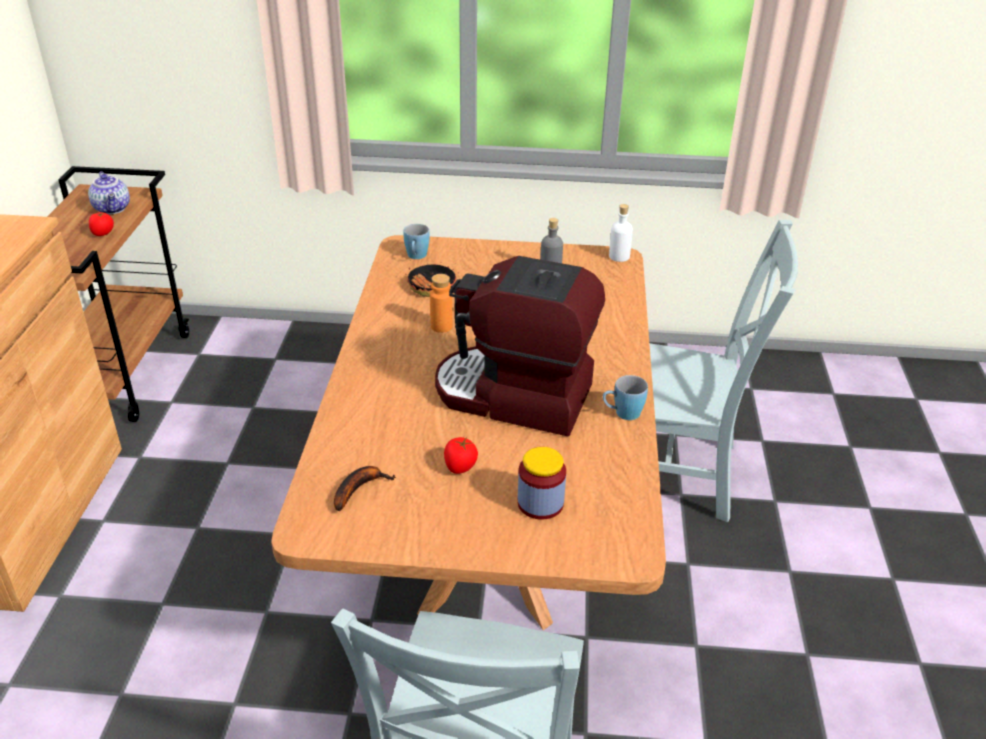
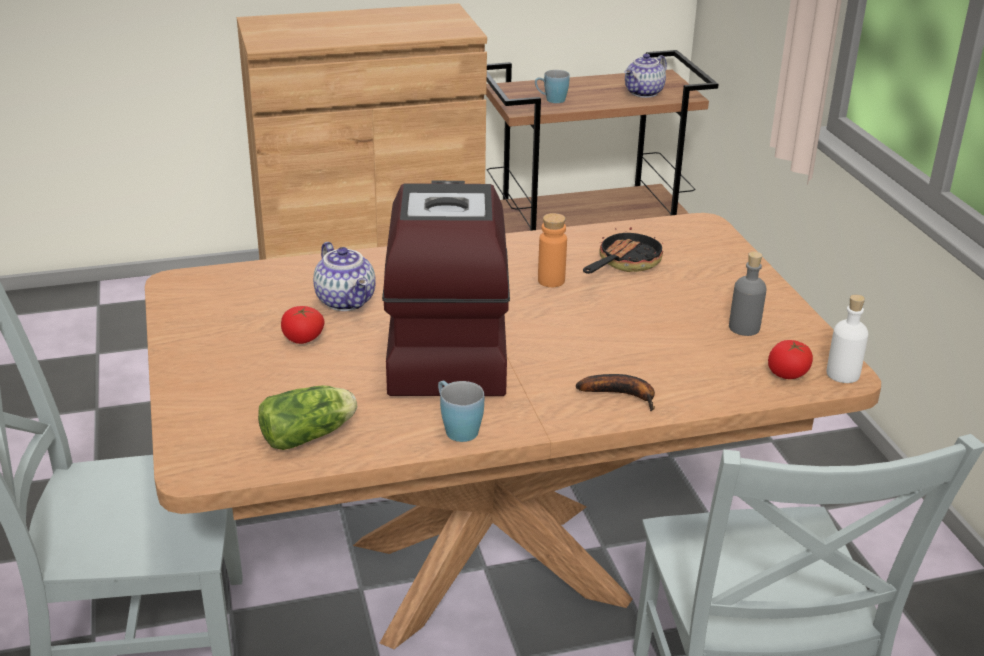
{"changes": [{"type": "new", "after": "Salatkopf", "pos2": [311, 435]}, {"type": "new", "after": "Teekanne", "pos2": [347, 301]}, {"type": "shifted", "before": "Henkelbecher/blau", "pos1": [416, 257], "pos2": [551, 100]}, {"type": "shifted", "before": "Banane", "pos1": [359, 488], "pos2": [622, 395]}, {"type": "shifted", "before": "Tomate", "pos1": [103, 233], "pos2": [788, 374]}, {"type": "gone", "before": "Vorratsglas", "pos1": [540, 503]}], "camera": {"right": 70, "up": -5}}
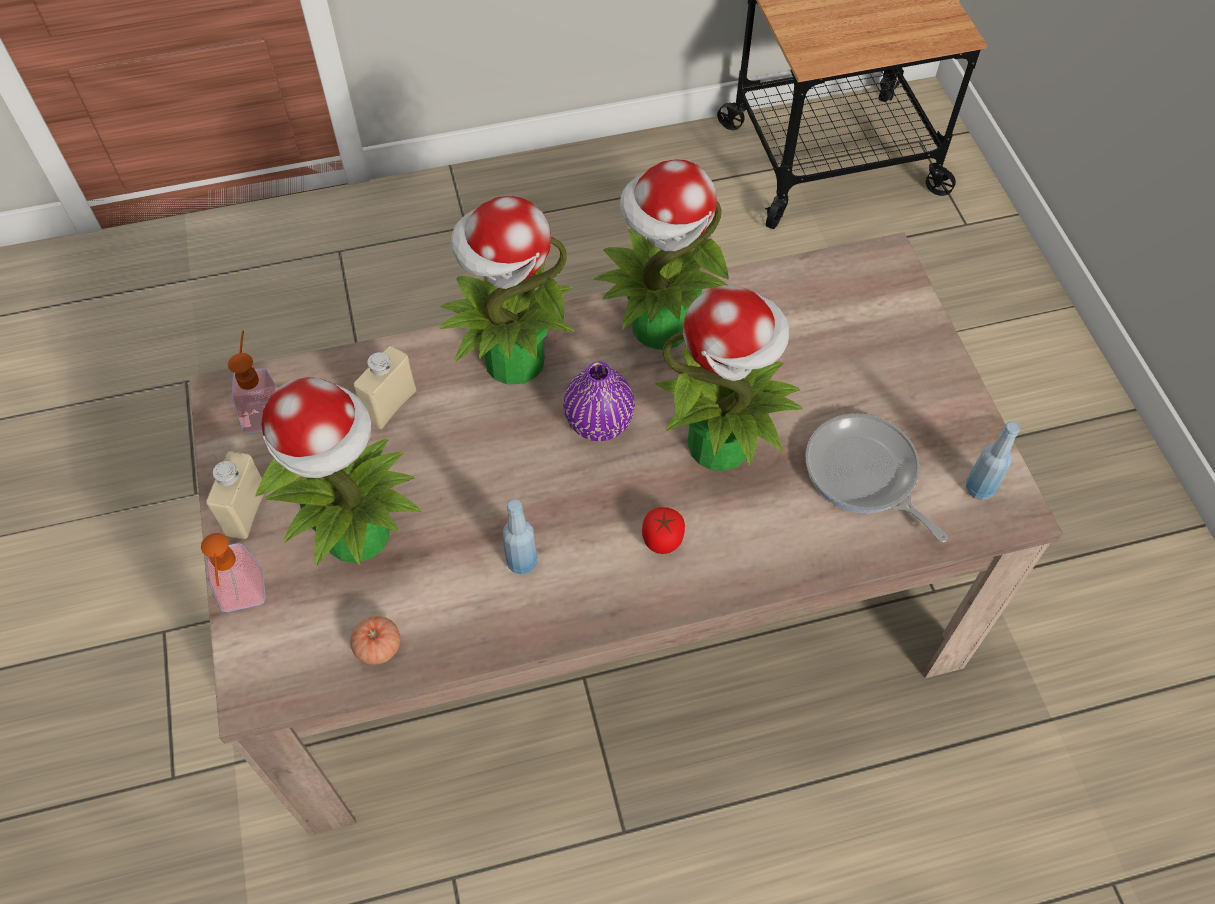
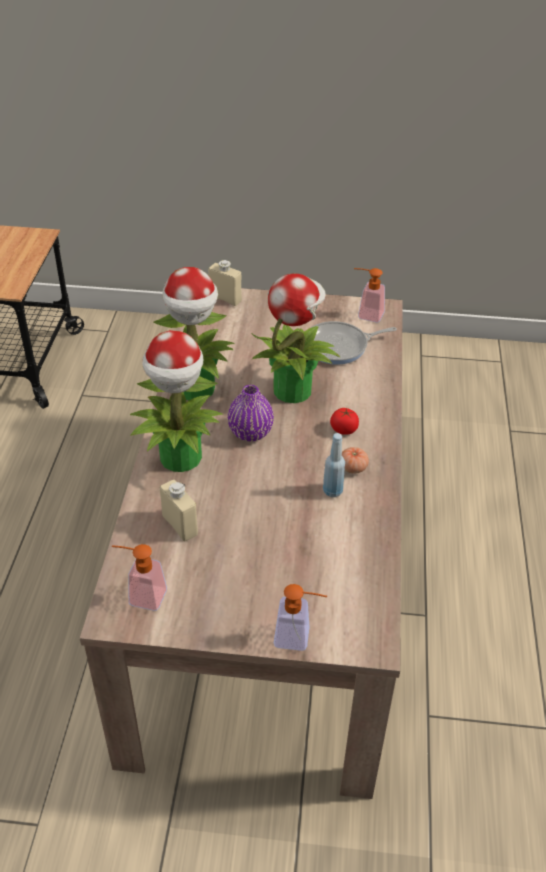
{"changes": [{"type": "shifted", "before": "Flasche/beige", "pos1": [246, 511], "pos2": [225, 298]}, {"type": "shifted", "before": "Tomate", "pos1": [378, 647], "pos2": [353, 467]}, {"type": "swapped", "before": "Flasche/blau", "after": "Seifenspender", "pos1": [979, 488], "pos2": [366, 314]}, {"type": "gone", "before": "Topfpflanze", "pos1": [360, 534]}], "camera": {"right": -70, "up": -15}}
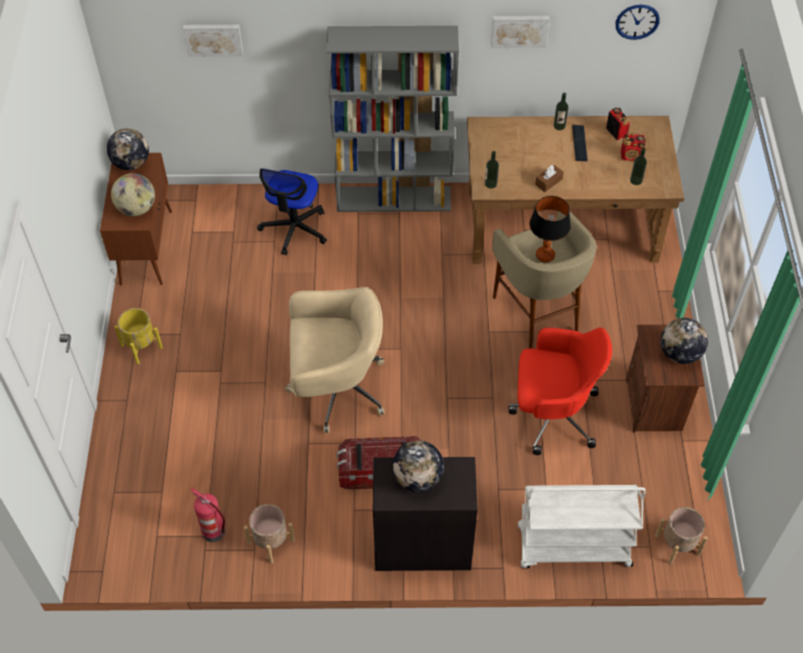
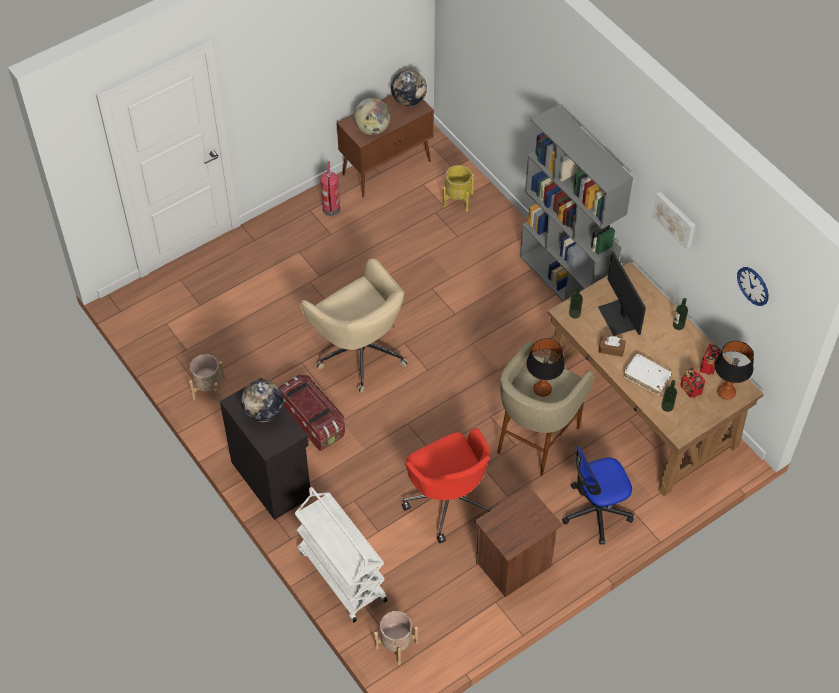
{"changes": [{"type": "shifted", "before": "Feuerlöscher", "pos1": [214, 531], "pos2": [331, 210]}, {"type": "shifted", "before": "Pflanzkübel/gelb", "pos1": [141, 346], "pos2": [458, 199]}, {"type": "shifted", "before": "Bürostuhl", "pos1": [294, 229], "pos2": [596, 511]}, {"type": "new", "after": "Monitor", "pos2": [617, 317]}, {"type": "new", "after": "Buch/weiß", "pos2": [646, 377]}, {"type": "new", "after": "Tischlampe", "pos2": [726, 393]}, {"type": "gone", "before": "Bild", "pos1": [213, 38]}, {"type": "gone", "before": "Tastatur", "pos1": [579, 143]}, {"type": "gone", "before": "Globus", "pos1": [679, 353]}], "camera": {"right": 55, "up": 0}}
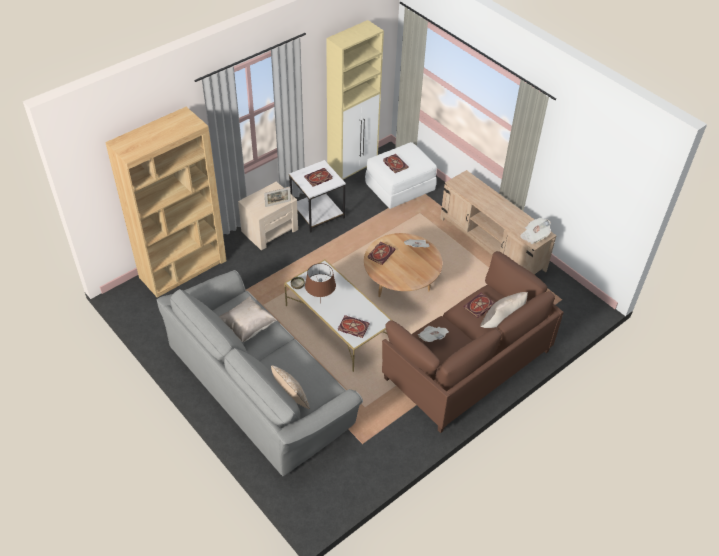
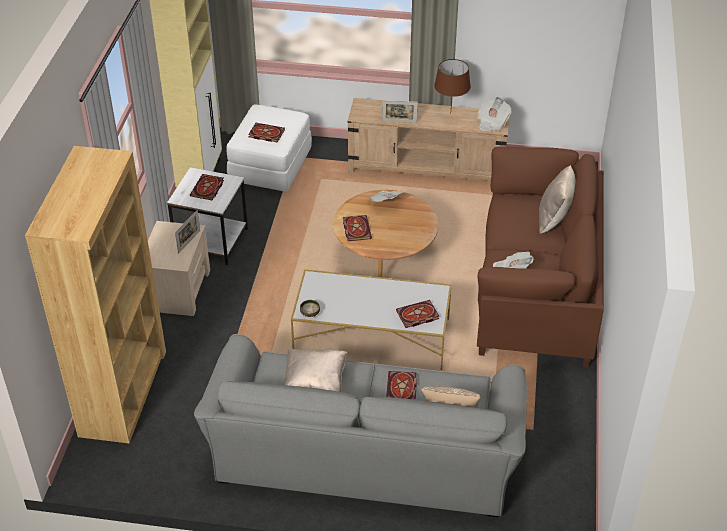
{"changes": [{"type": "new", "after": "Bilderrahmen", "pos2": [399, 122]}, {"type": "shifted", "before": "Buch", "pos1": [479, 306], "pos2": [402, 390]}, {"type": "shifted", "before": "Tischlampe/braun", "pos1": [320, 303], "pos2": [450, 113]}], "camera": {"right": -40, "up": -5}}
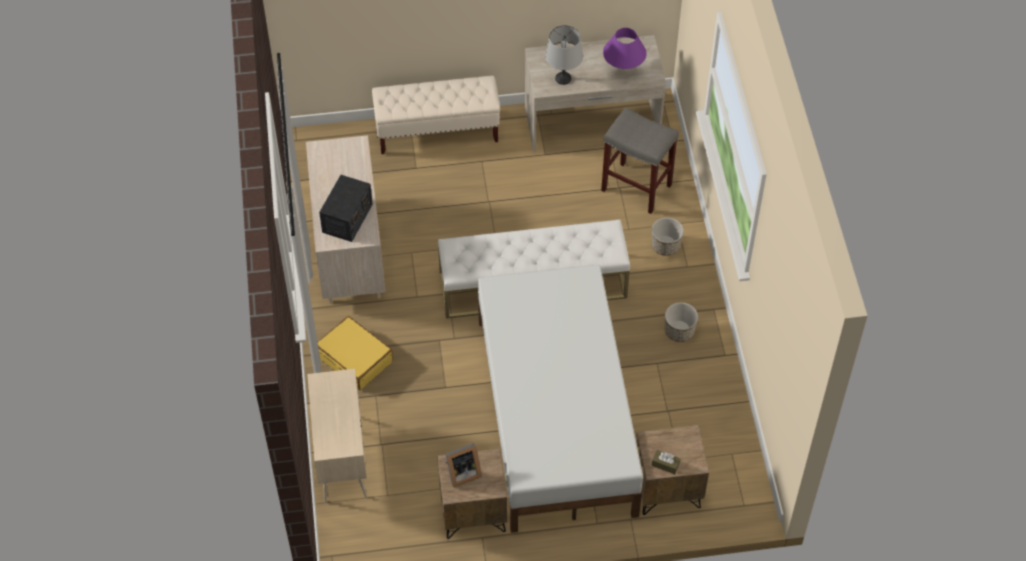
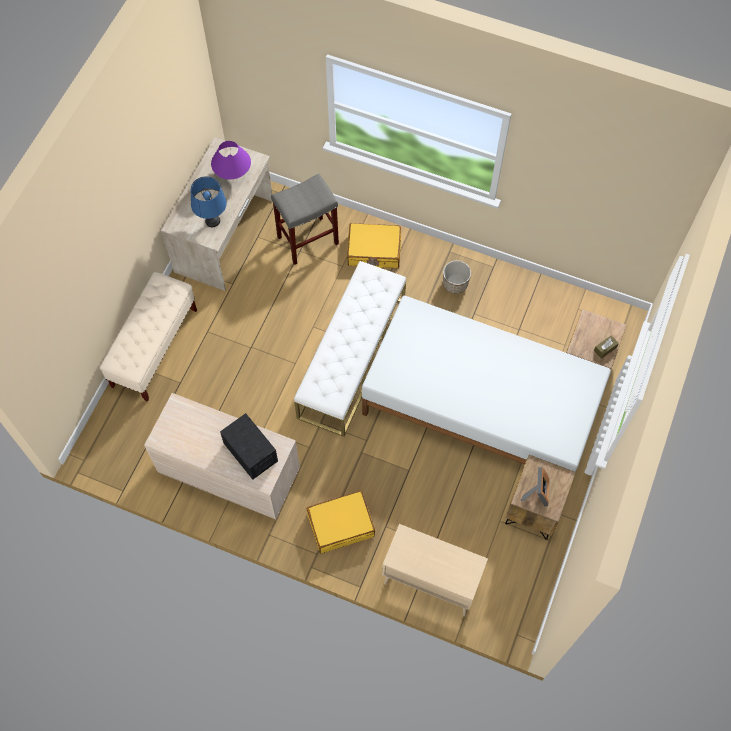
{"changes": [{"type": "repainted", "before": "Tischlampe/grau", "after": "Tischlampe/blau", "pos1": [563, 78], "pos2": [212, 221]}, {"type": "swapped", "before": "Pflanzkübel", "after": "Koffer/gelb", "pos1": [665, 246], "pos2": [374, 251]}], "camera": {"right": -60, "up": 10}}
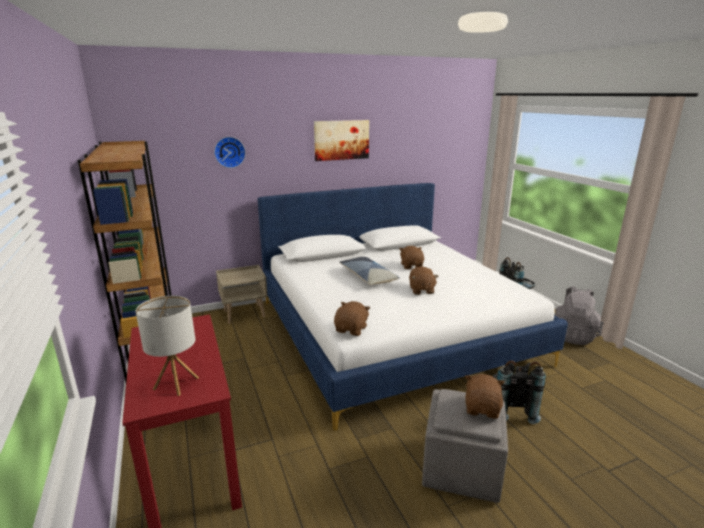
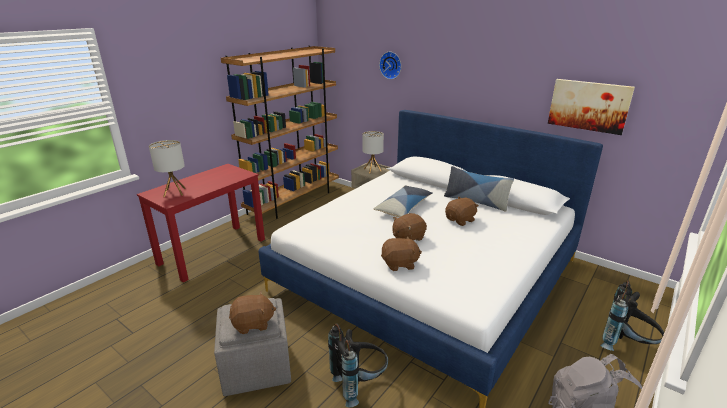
{"changes": [{"type": "new", "after": "Tischlampe", "pos2": [372, 170]}, {"type": "shifted", "before": "Plüschtier/braun", "pos1": [351, 329], "pos2": [400, 264]}, {"type": "new", "after": "Kissen", "pos2": [475, 201]}, {"type": "shifted", "before": "Bild", "pos1": [341, 140], "pos2": [588, 105]}], "camera": {"right": 60, "up": 5}}
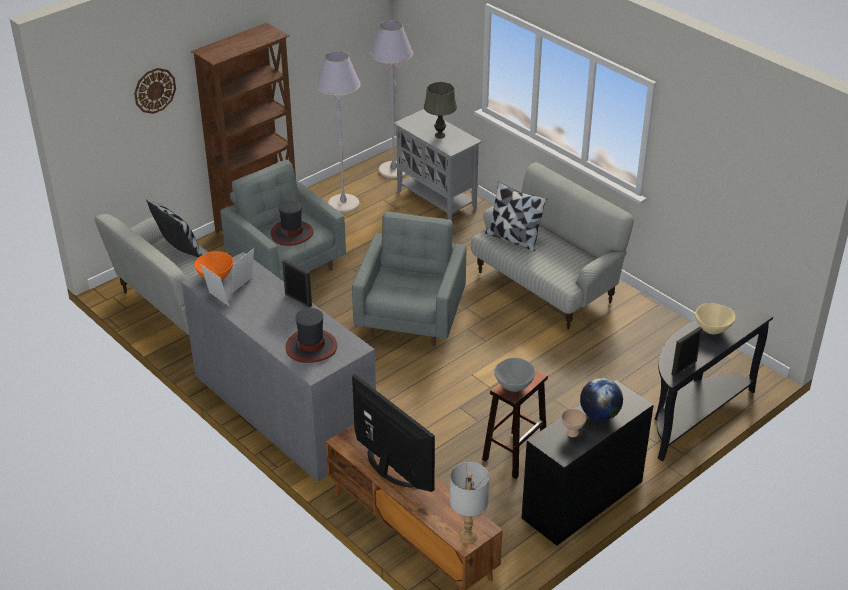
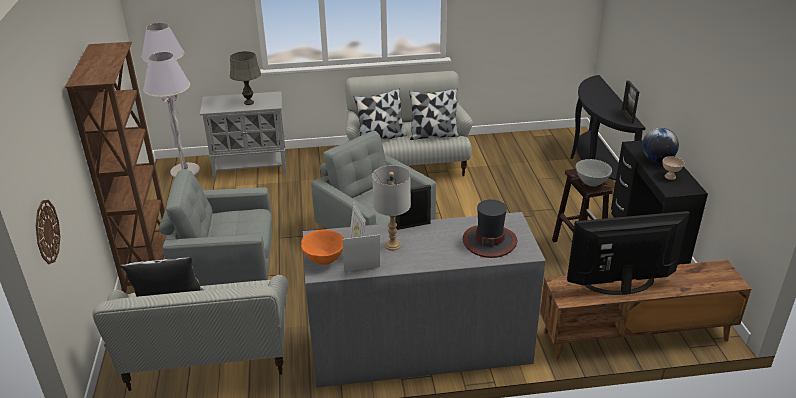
{"changes": [{"type": "shifted", "before": "Wanduhr", "pos1": [154, 90], "pos2": [46, 231]}, {"type": "shifted", "before": "Tischlampe/grau", "pos1": [467, 536], "pos2": [393, 245]}, {"type": "new", "after": "Kissen", "pos2": [433, 135]}, {"type": "gone", "before": "Hut", "pos1": [292, 233]}, {"type": "gone", "before": "Schüssel/beige", "pos1": [712, 329]}], "camera": {"right": -55, "up": -5}}
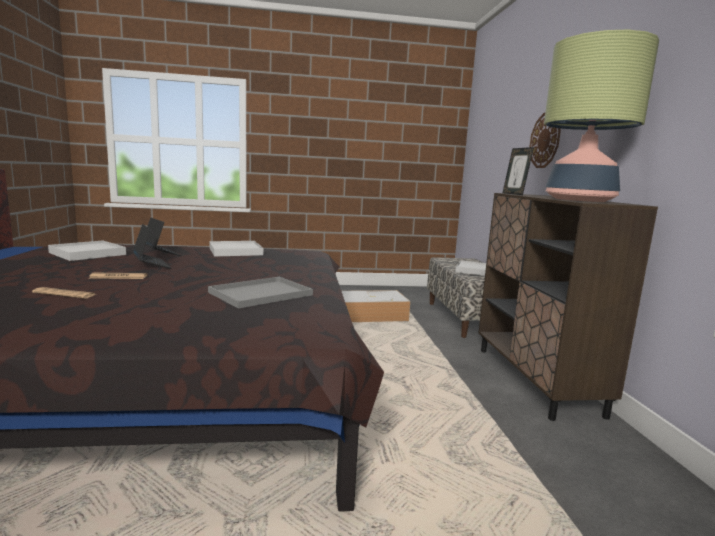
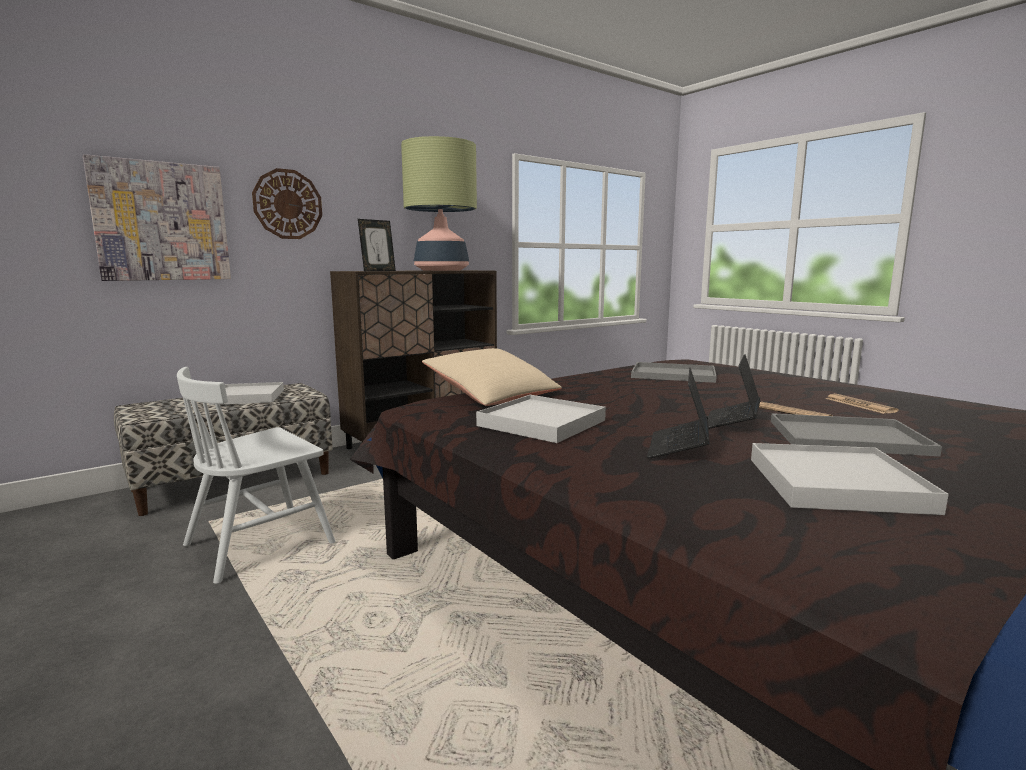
{"changes": [{"type": "new", "after": "Bild", "pos2": [161, 222]}, {"type": "swapped", "before": "Aufbewahrungsbox", "after": "Stuhl/weiß", "pos1": [371, 315], "pos2": [260, 543]}, {"type": "new", "after": "Kissen/beige", "pos2": [492, 395]}, {"type": "new", "after": "Tablett/grau", "pos2": [844, 437]}], "camera": {"right": -120, "up": 0}}
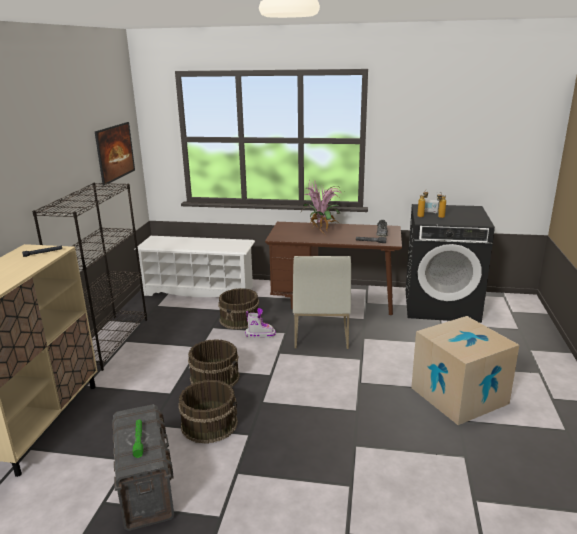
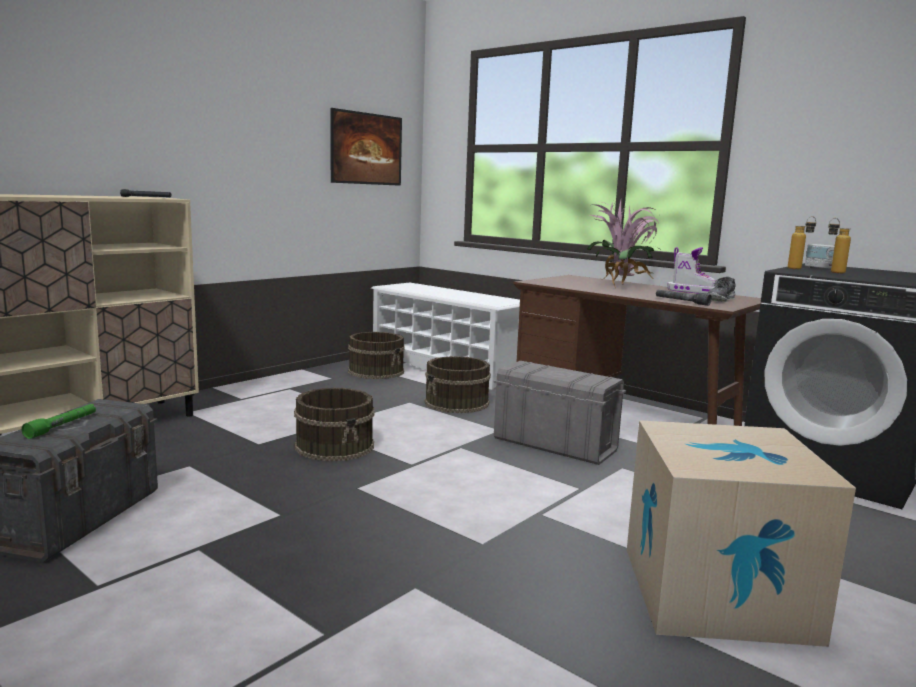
{"changes": [{"type": "shifted", "before": "Eimer/braun", "pos1": [209, 424], "pos2": [376, 371]}, {"type": "swapped", "before": "Stuhl/weiß", "after": "Aufbewahrungsbox/grau", "pos1": [320, 333], "pos2": [554, 444]}, {"type": "shifted", "before": "Stiefel", "pos1": [260, 334], "pos2": [692, 291]}, {"type": "gone", "before": "Bücherregal/schwarz", "pos1": [109, 341]}], "camera": {"right": 30, "up": -10}}
